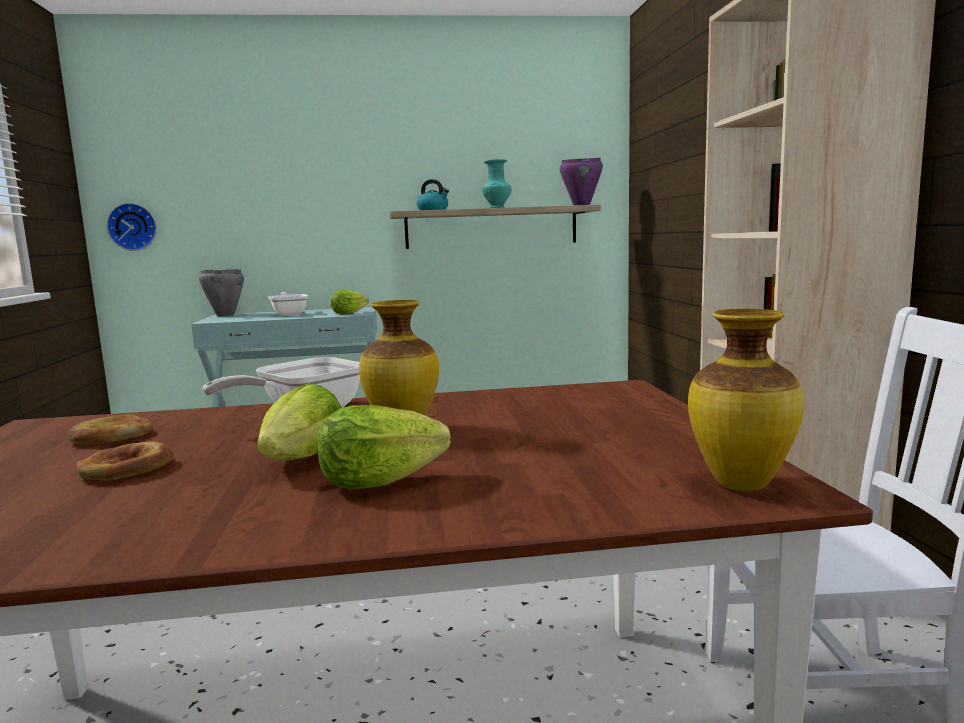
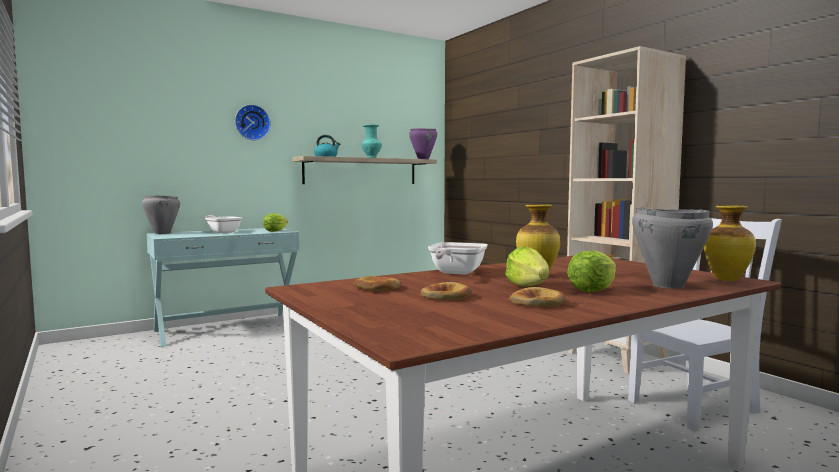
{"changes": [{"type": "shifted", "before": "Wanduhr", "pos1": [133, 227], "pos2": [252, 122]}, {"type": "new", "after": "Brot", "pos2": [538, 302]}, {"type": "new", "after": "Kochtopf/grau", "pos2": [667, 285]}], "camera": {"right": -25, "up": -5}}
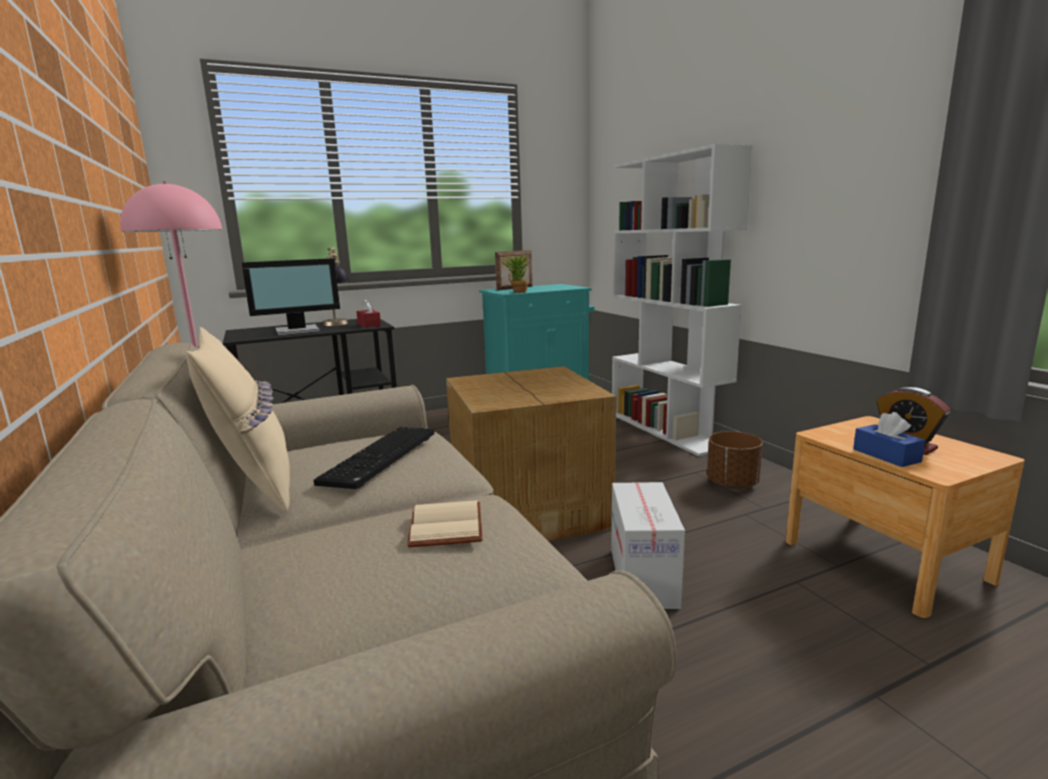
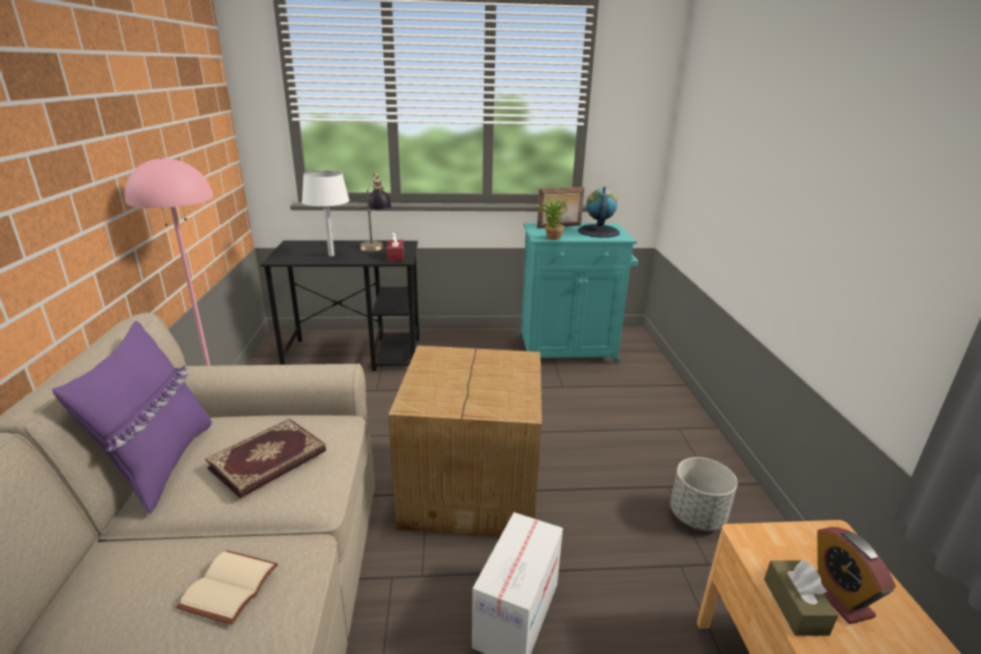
{"changes": [{"type": "repainted", "before": "Kissen/beige", "after": "Kissen/lila", "pos1": [254, 485], "pos2": [161, 464]}, {"type": "swapped", "before": "Tastatur", "after": "Buch", "pos1": [381, 458], "pos2": [269, 461]}, {"type": "swapped", "before": "Monitor", "after": "Tischlampe/weiß", "pos1": [298, 331], "pos2": [331, 255]}, {"type": "new", "after": "Globus", "pos2": [598, 231]}, {"type": "repainted", "before": "Pflanzkübel/braun", "after": "Pflanzkübel/grau", "pos1": [732, 484], "pos2": [696, 516]}, {"type": "repainted", "before": "Taschentuchbox/blau", "after": "Taschentuchbox/braun", "pos1": [886, 455], "pos2": [795, 606]}, {"type": "gone", "before": "Bücherregal/weiß", "pos1": [667, 430]}], "camera": {"right": 20, "up": 10}}
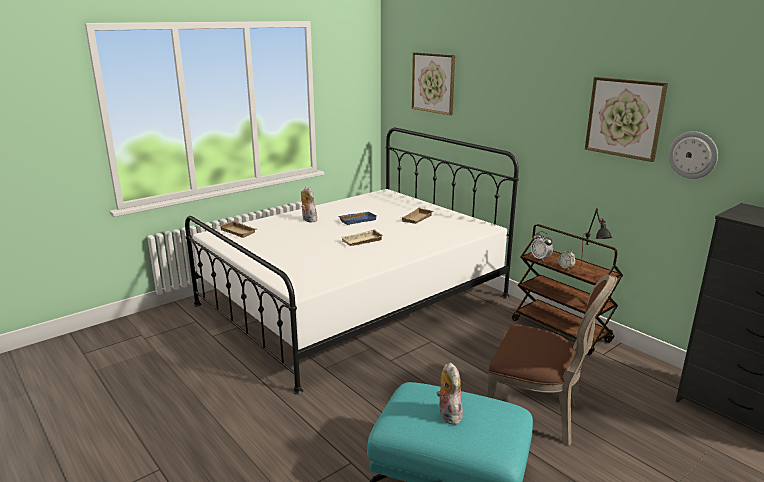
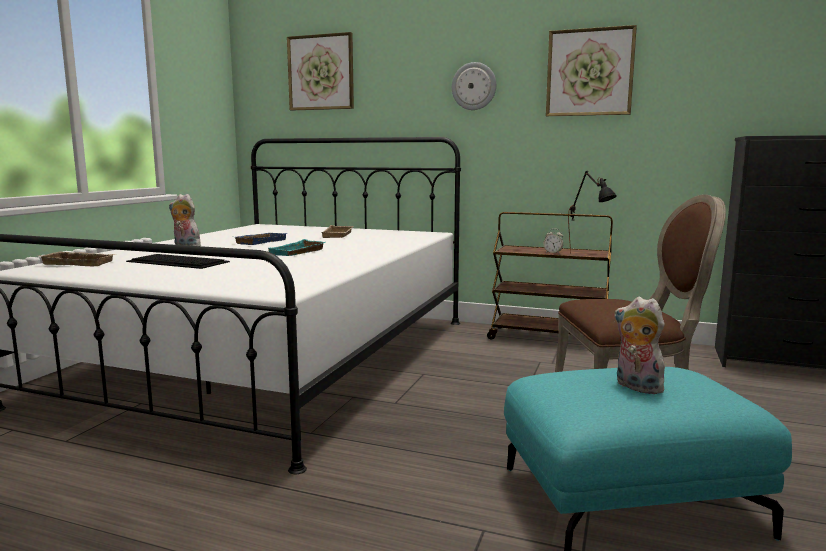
{"changes": [{"type": "new", "after": "Tastatur", "pos2": [179, 261]}, {"type": "repainted", "before": "Tablett/beige", "after": "Tablett/türkis", "pos1": [362, 241], "pos2": [298, 252]}, {"type": "shifted", "before": "Wanduhr", "pos1": [693, 155], "pos2": [474, 86]}, {"type": "gone", "before": "Wecker", "pos1": [540, 258]}], "camera": {"right": -30, "up": -10}}
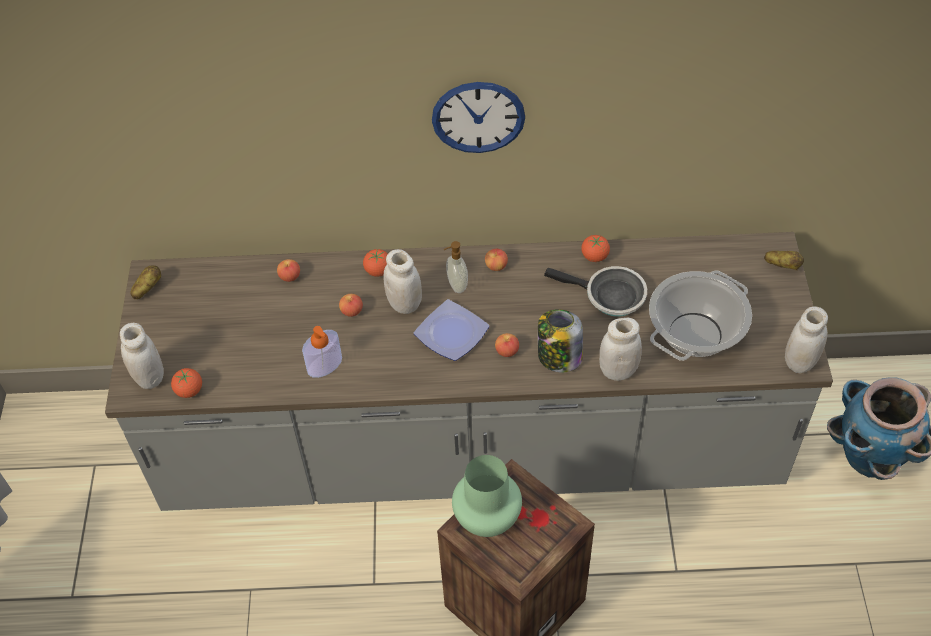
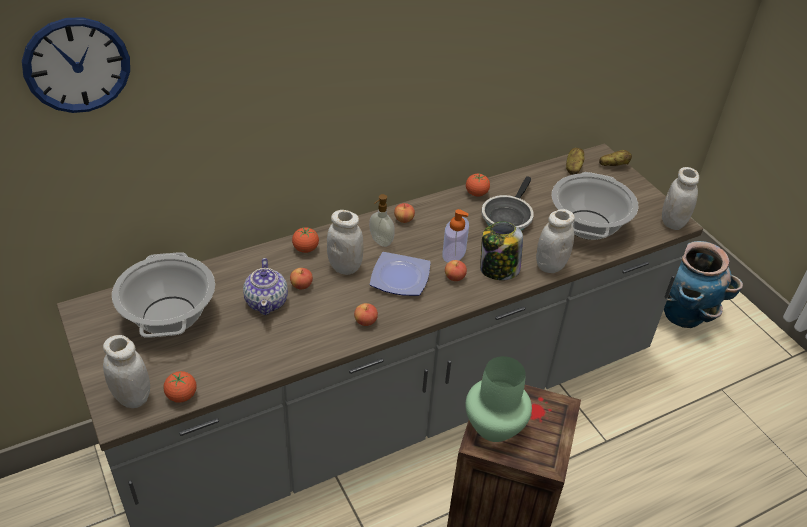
{"changes": [{"type": "shifted", "before": "Wanduhr", "pos1": [478, 117], "pos2": [77, 65]}, {"type": "new", "after": "Kochtopf", "pos2": [169, 315]}, {"type": "new", "after": "Teekanne", "pos2": [267, 301]}, {"type": "shifted", "before": "Apfel", "pos1": [290, 276], "pos2": [365, 321]}, {"type": "shifted", "before": "Seifenspender", "pos1": [324, 365], "pos2": [454, 252]}, {"type": "rotated", "before": "Pfanne", "pos1": [610, 296], "pos2": [507, 217], "turn": 120}, {"type": "shifted", "before": "Kartoffel", "pos1": [147, 288], "pos2": [573, 168]}], "camera": {"right": -30, "up": -10}}
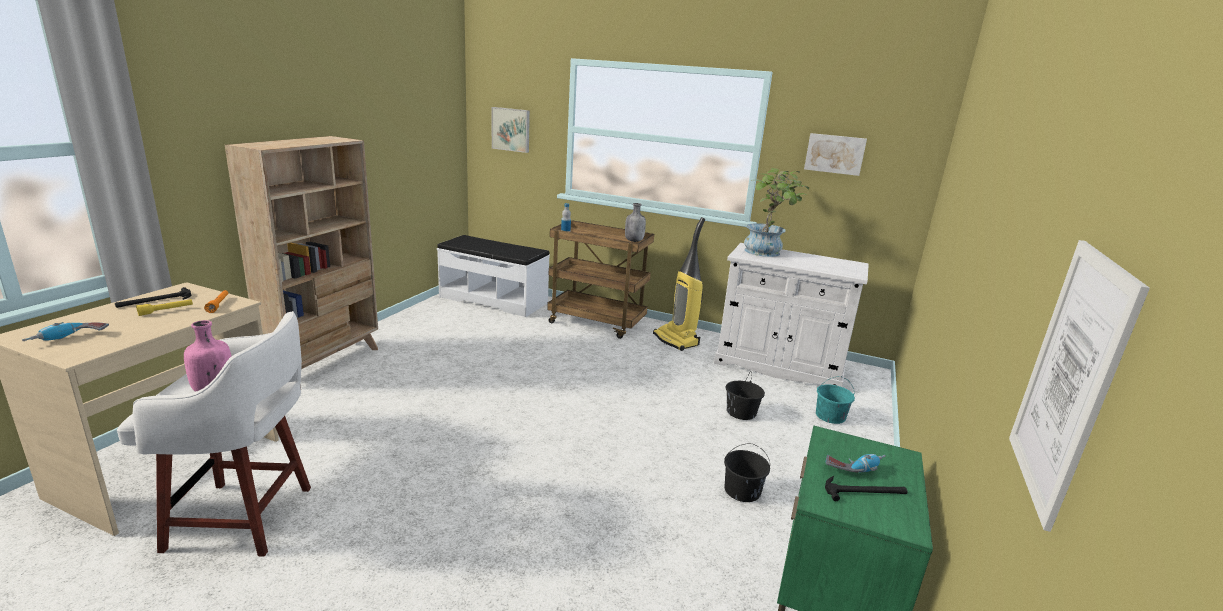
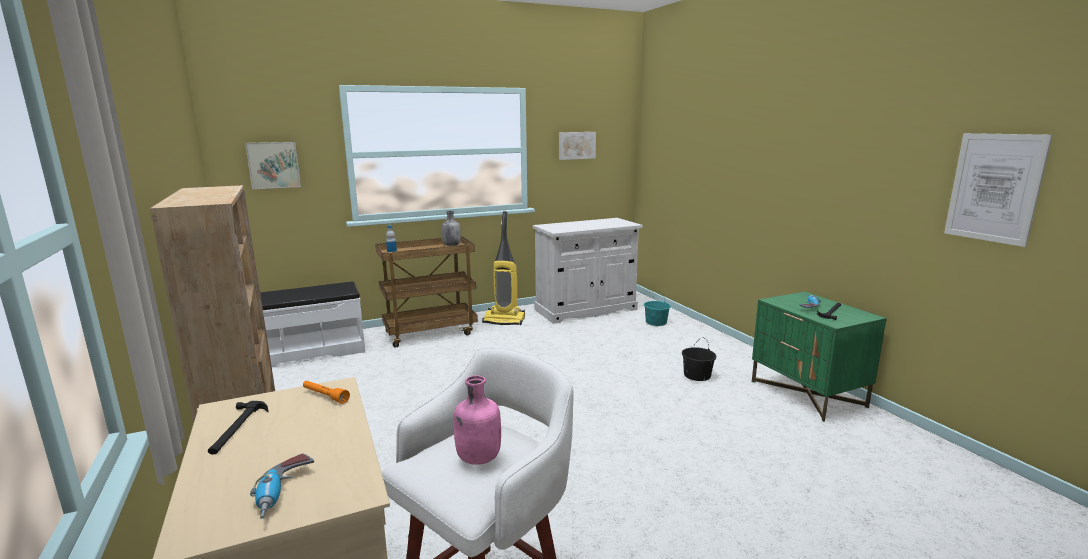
{"changes": [{"type": "gone", "before": "Taschenlampe/gelb", "pos1": [166, 311]}, {"type": "gone", "before": "Eimer/schwarz", "pos1": [741, 412]}, {"type": "gone", "before": "Topfpflanze", "pos1": [767, 253]}], "camera": {"right": -45, "up": -5}}
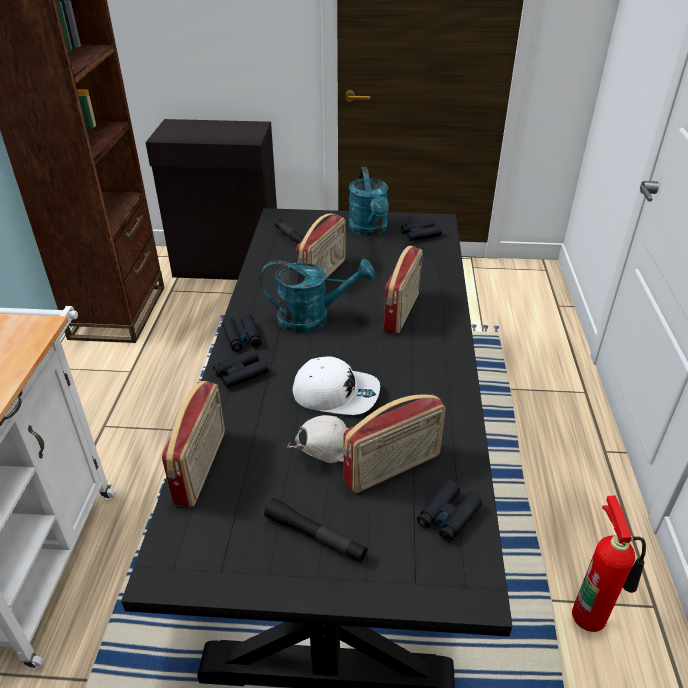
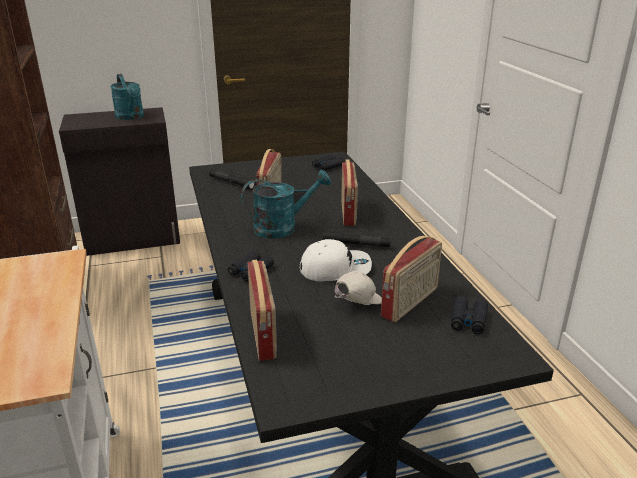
{"changes": [{"type": "shifted", "before": "Gießkanne/türkis", "pos1": [369, 230], "pos2": [131, 117]}, {"type": "shifted", "before": "Taschenlampe/schwarz", "pos1": [315, 536], "pos2": [356, 245]}, {"type": "gone", "before": "Fernglas/schwarz", "pos1": [242, 338]}, {"type": "gone", "before": "Feuerlöscher", "pos1": [591, 613]}], "camera": {"right": -20, "up": -10}}
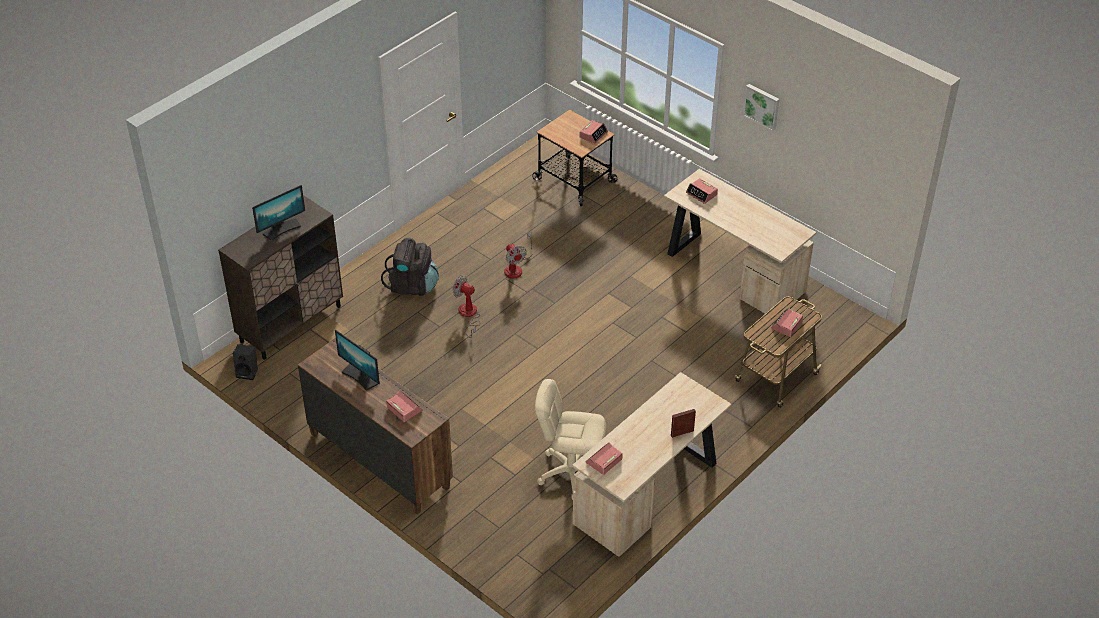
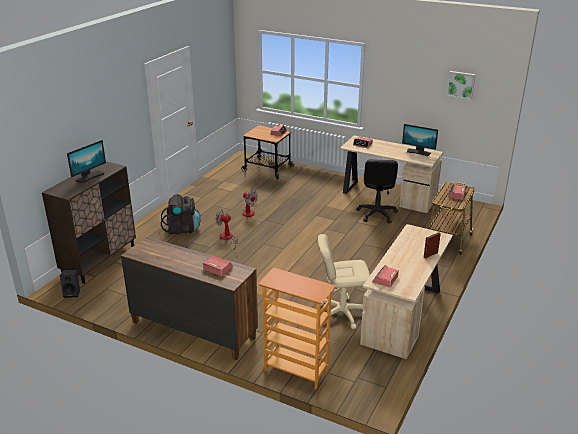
{"changes": [{"type": "new", "after": "Bücherregal", "pos2": [295, 371]}, {"type": "new", "after": "Bürostuhl/schwarz", "pos2": [376, 214]}, {"type": "shifted", "before": "Monitor", "pos1": [360, 376], "pos2": [418, 152]}, {"type": "shifted", "before": "Bild", "pos1": [762, 106], "pos2": [461, 84]}], "camera": {"right": -15, "up": -15}}
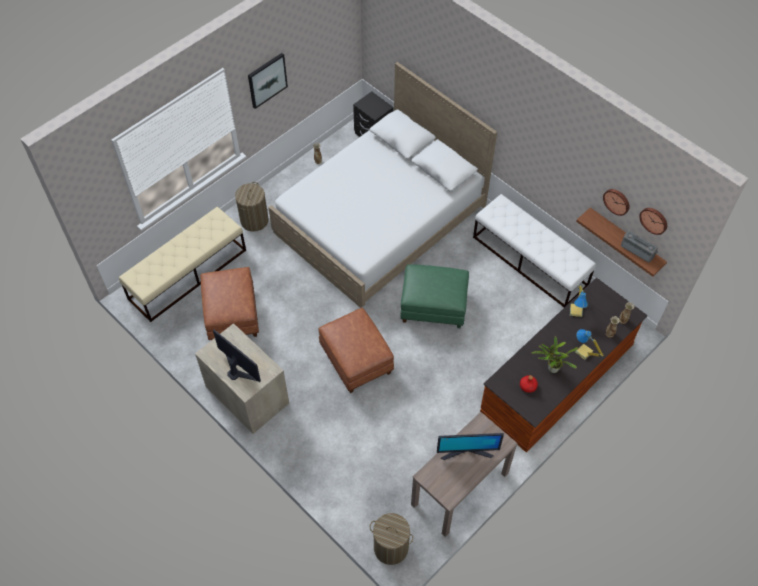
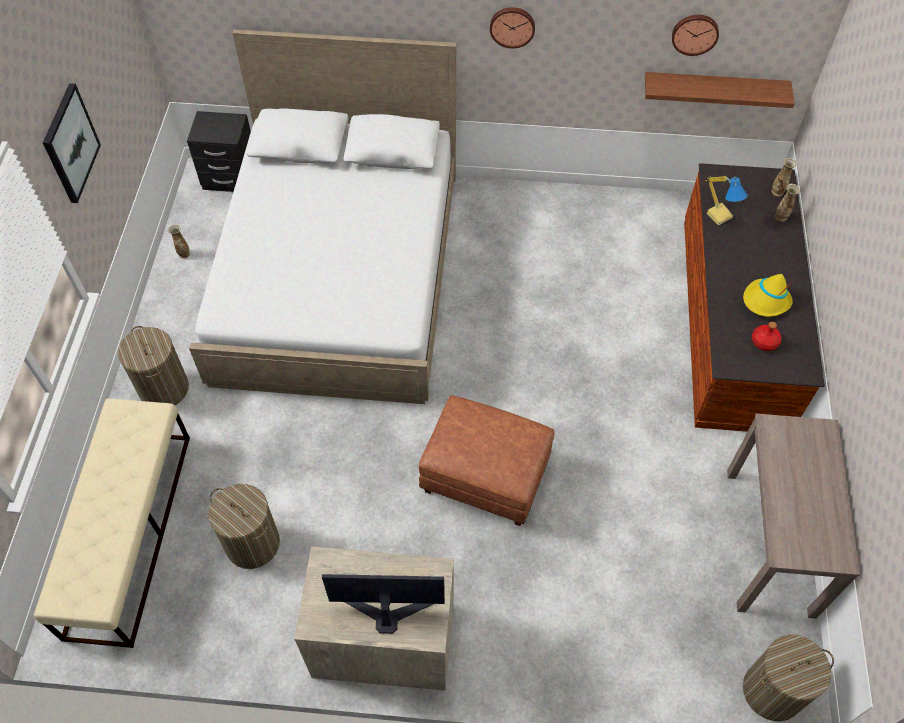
{"changes": [{"type": "swapped", "before": "Polsterhocker/braun", "after": "Wäschekorb", "pos1": [231, 314], "pos2": [252, 543]}, {"type": "shifted", "before": "Wanduhr", "pos1": [654, 220], "pos2": [512, 26]}, {"type": "swapped", "before": "Topfpflanze", "after": "Hut/gelb", "pos1": [551, 368], "pos2": [765, 301]}, {"type": "gone", "before": "Polsterhocker/grün", "pos1": [434, 306]}, {"type": "gone", "before": "Monitor", "pos1": [466, 451]}, {"type": "gone", "before": "Bank/weiß", "pos1": [530, 261]}, {"type": "gone", "before": "Tischlampe", "pos1": [583, 352]}, {"type": "gone", "before": "Radio", "pos1": [638, 250]}], "camera": {"right": -40, "up": 0}}
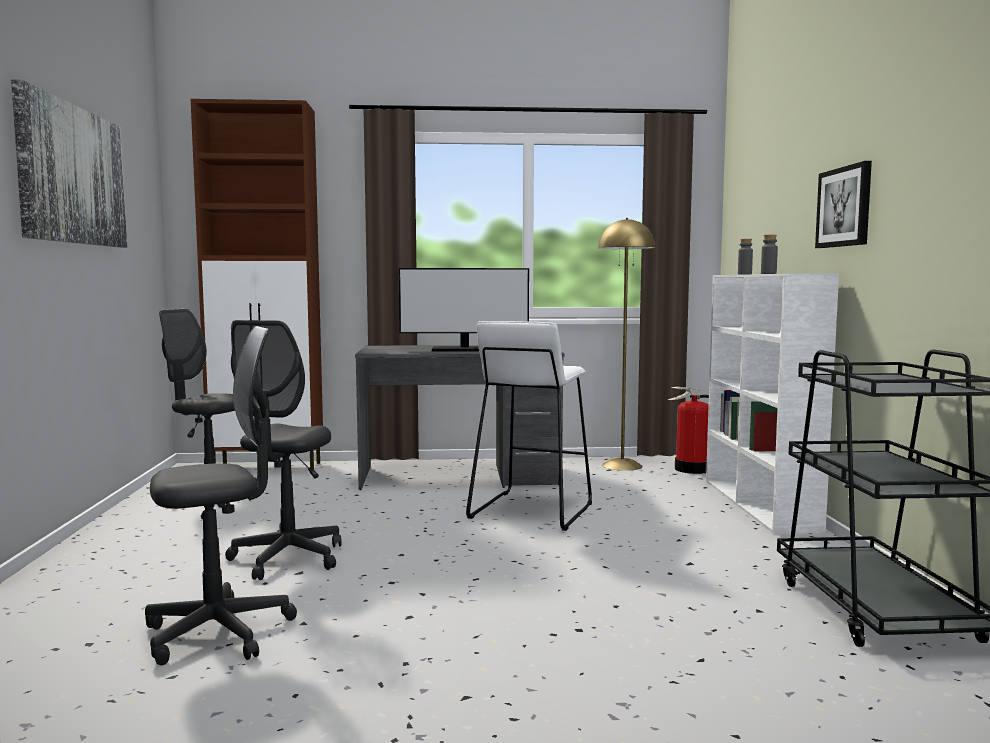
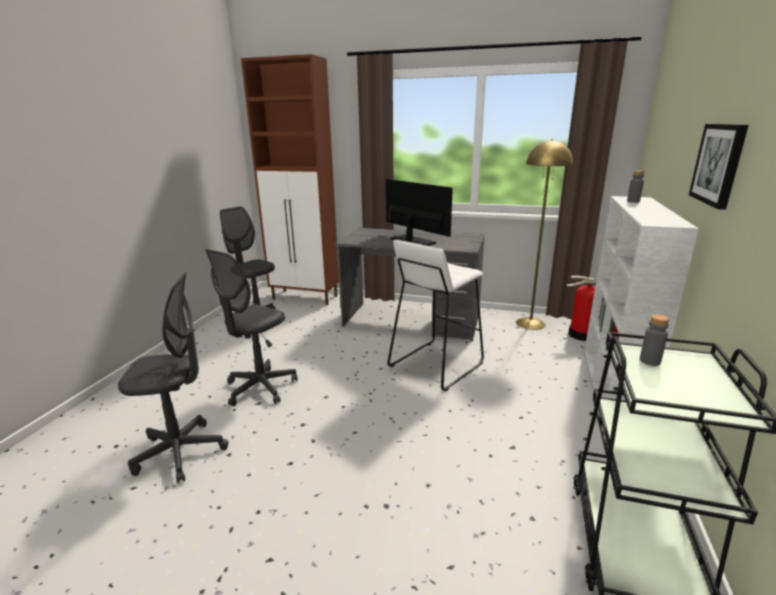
{"changes": [{"type": "rotated", "before": "Monitor", "pos1": [464, 350], "pos2": [412, 241], "turn": -150}, {"type": "shifted", "before": "Flasche/grau", "pos1": [768, 273], "pos2": [650, 361]}, {"type": "gone", "before": "Bild", "pos1": [73, 175]}], "camera": {"right": 20, "up": 15}}
